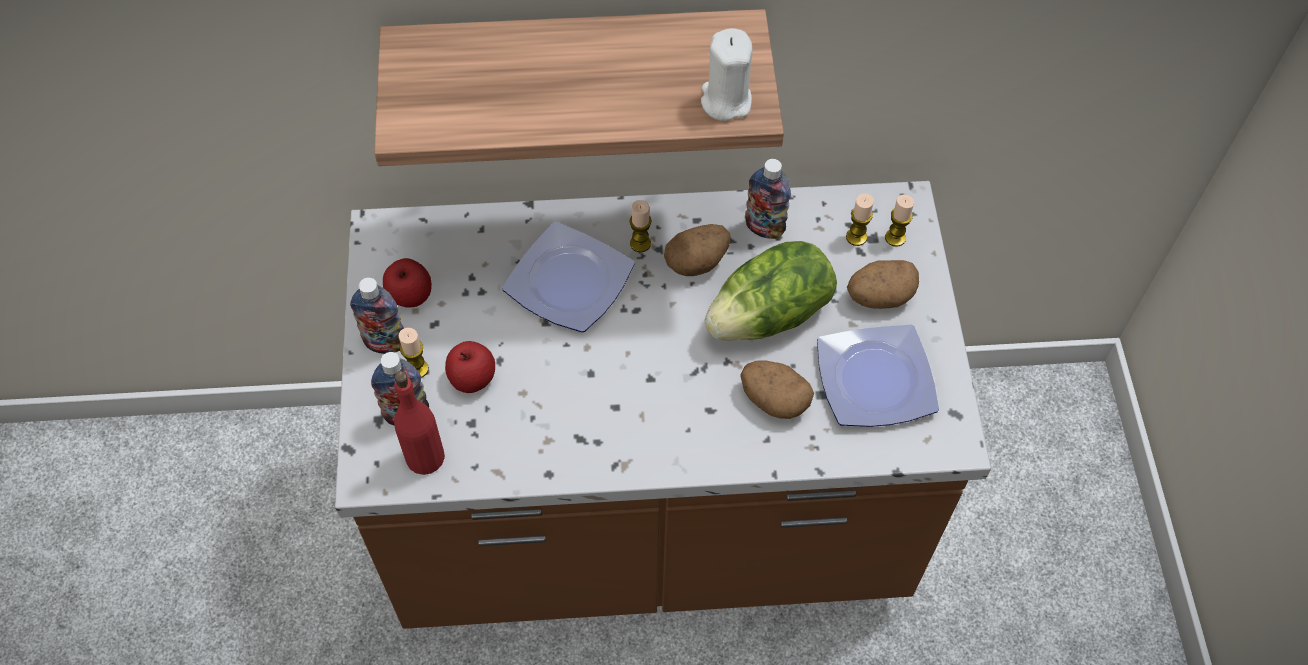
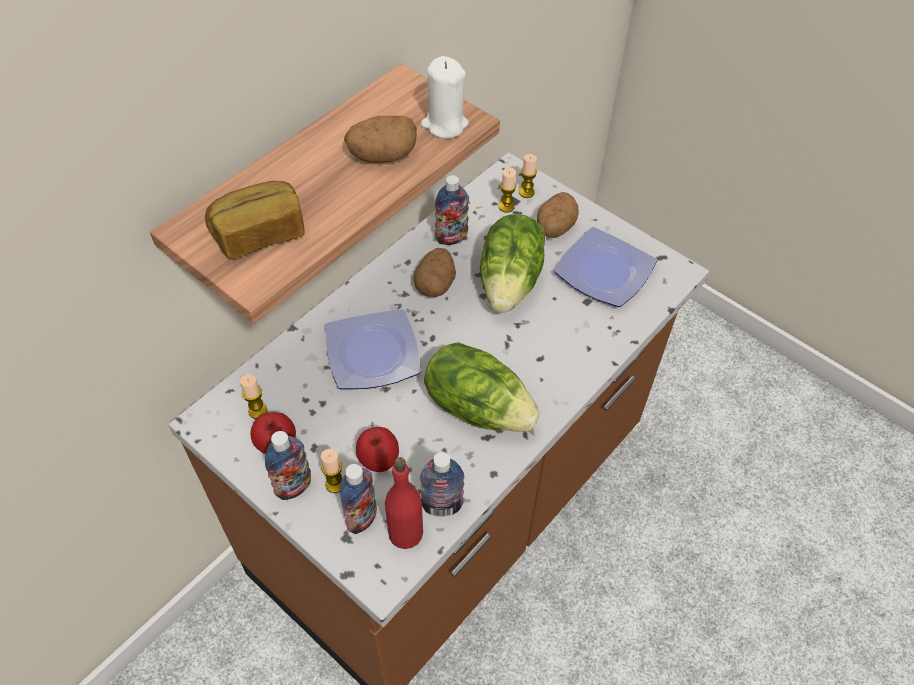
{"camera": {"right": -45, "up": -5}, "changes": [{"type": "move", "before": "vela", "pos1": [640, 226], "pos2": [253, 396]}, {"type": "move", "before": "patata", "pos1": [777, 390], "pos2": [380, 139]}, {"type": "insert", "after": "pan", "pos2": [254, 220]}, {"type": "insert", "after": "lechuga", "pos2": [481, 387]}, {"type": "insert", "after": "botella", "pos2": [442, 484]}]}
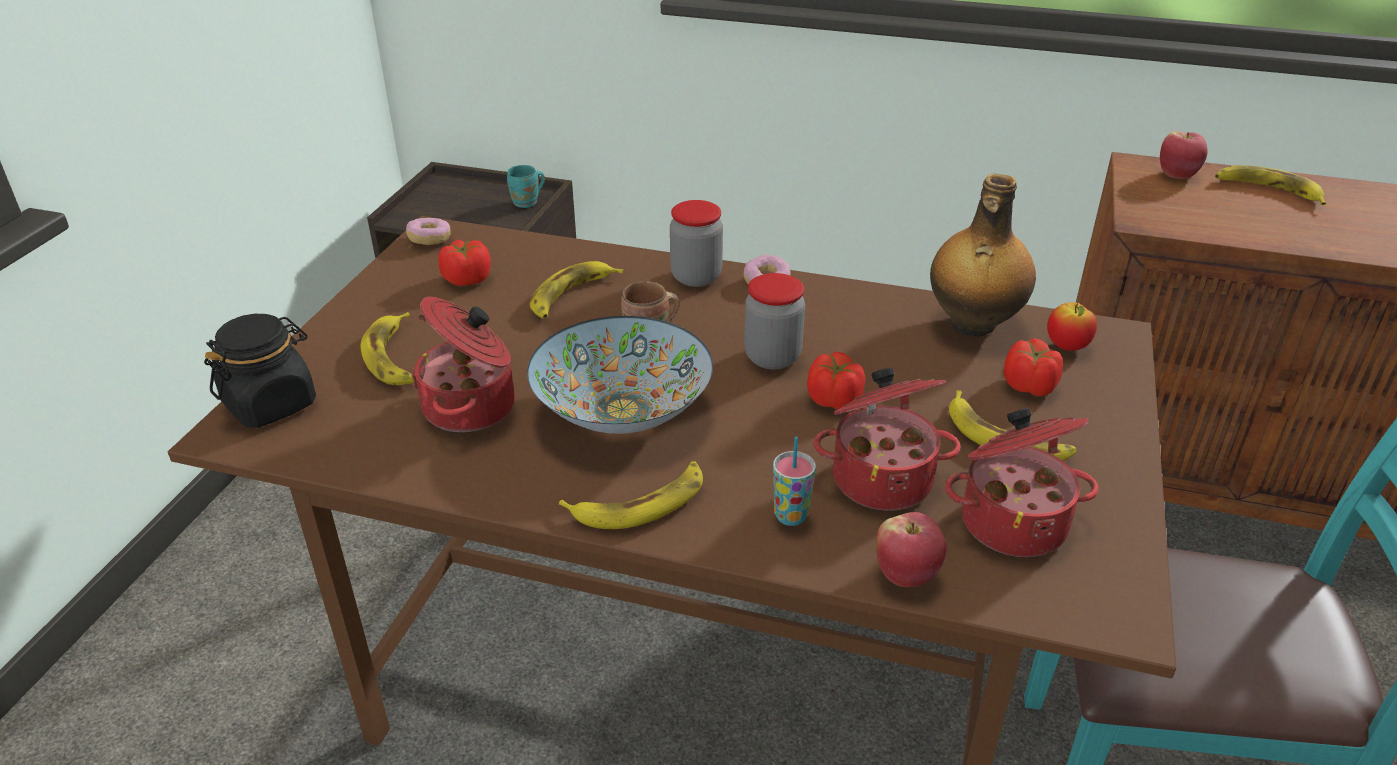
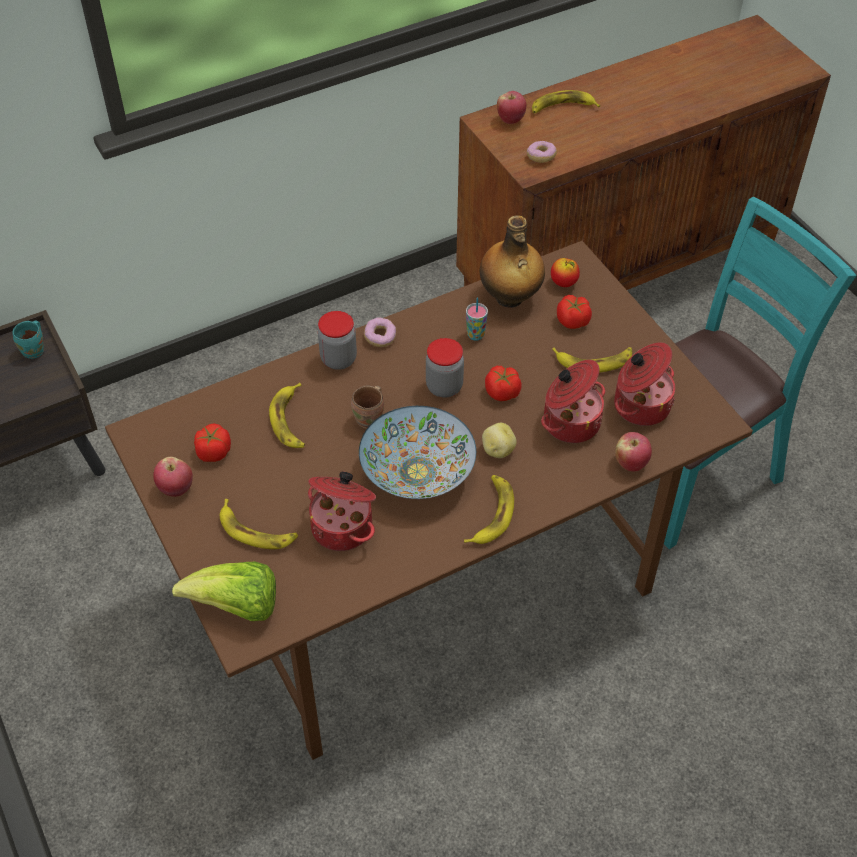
{"camera": {"right": -45, "up": 15}, "changes": [{"type": "move", "before": "rosquilla", "pos1": [428, 231], "pos2": [542, 152]}, {"type": "replace", "before": "tarro/negro", "after": "lechuga", "pos1": [260, 371], "pos2": [224, 591]}, {"type": "move", "before": "taza", "pos1": [794, 481], "pos2": [477, 319]}, {"type": "insert", "after": "patata", "pos2": [499, 440]}, {"type": "insert", "after": "manzana", "pos2": [173, 477]}]}
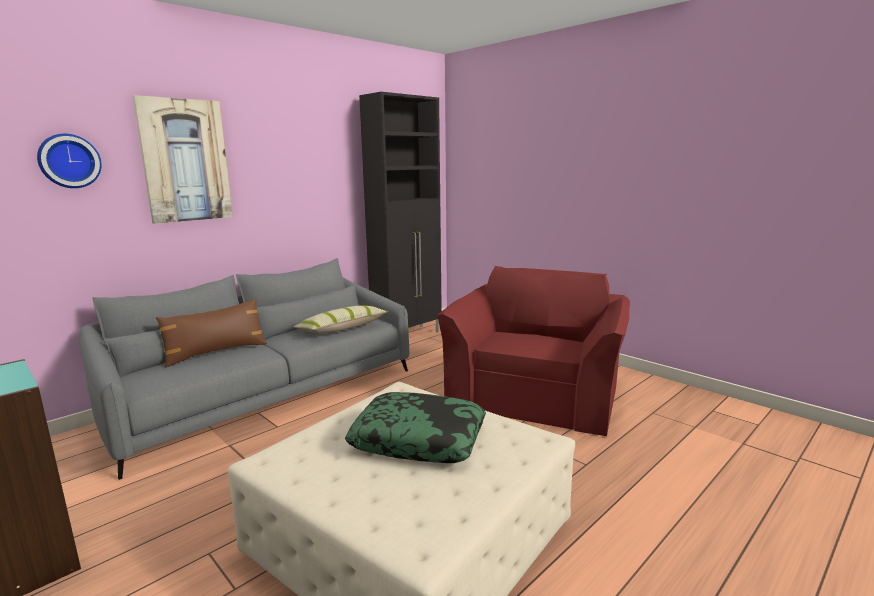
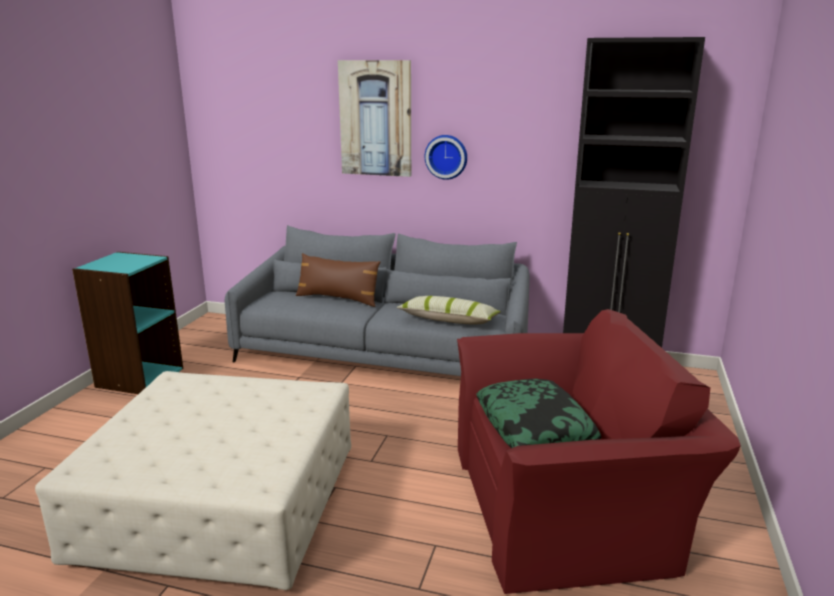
{"camera": {"right": 60, "up": 5}, "changes": [{"type": "move", "before": "reloj de pared", "pos1": [69, 161], "pos2": [446, 157]}, {"type": "move", "before": "cojín", "pos1": [415, 427], "pos2": [539, 413]}]}
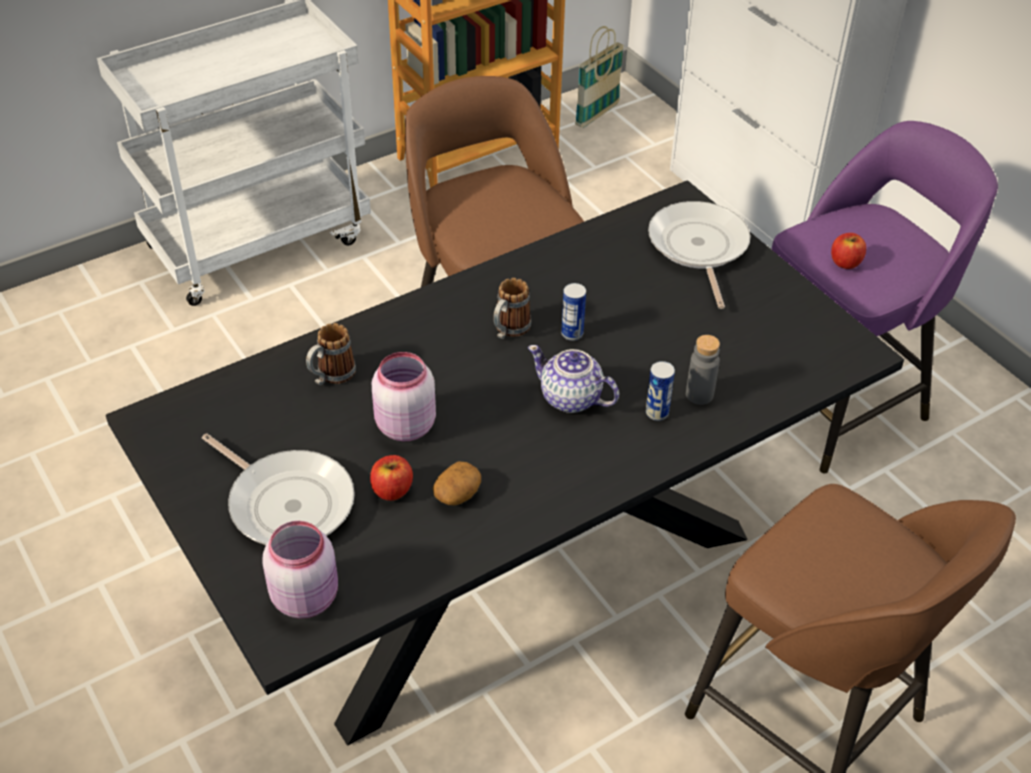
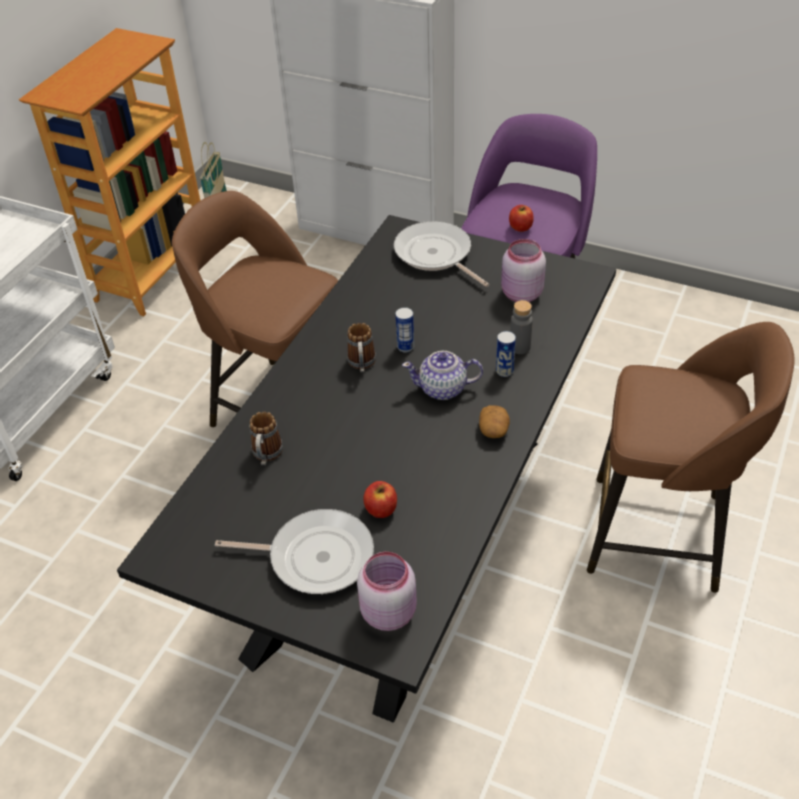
{"camera": {"right": -30, "up": 0}, "changes": [{"type": "move", "before": "tarro/rosa", "pos1": [404, 396], "pos2": [523, 270]}, {"type": "move", "before": "patata", "pos1": [457, 483], "pos2": [494, 421]}]}
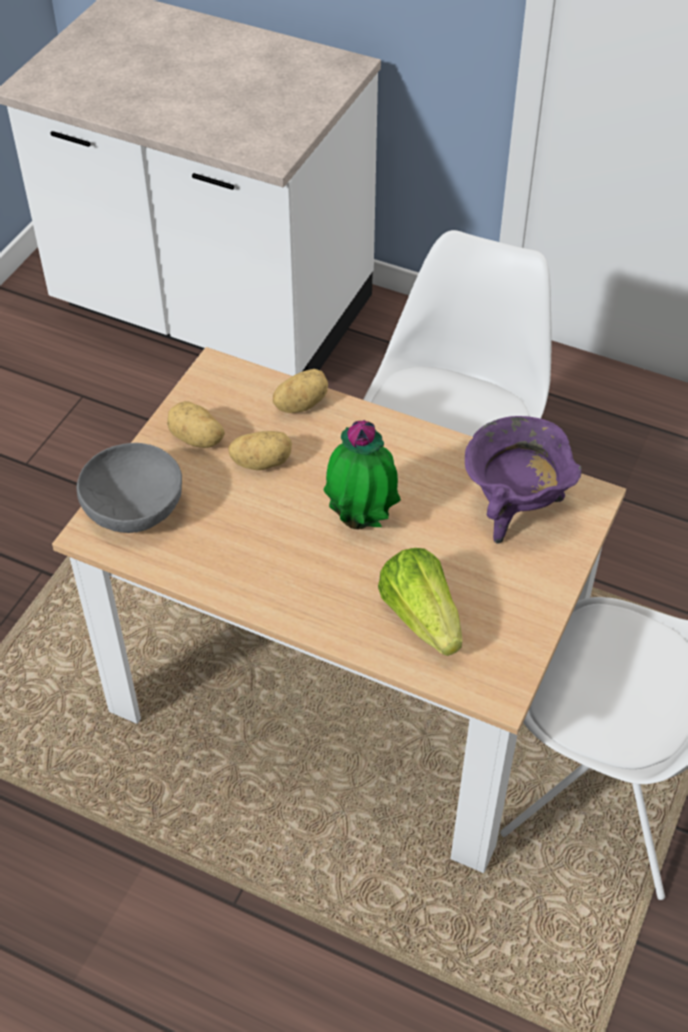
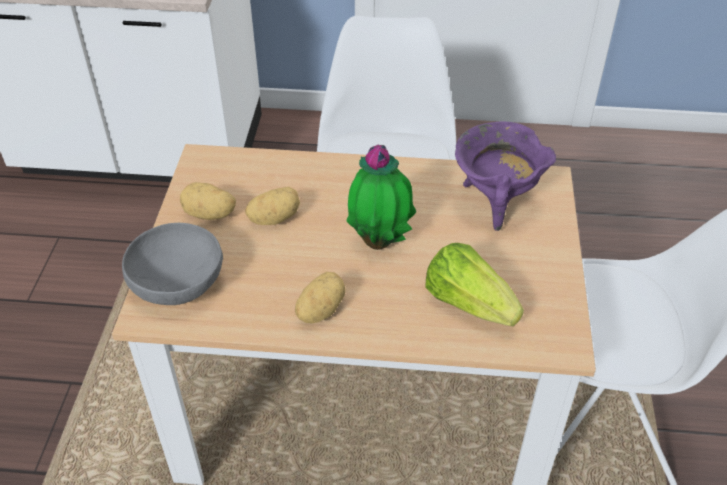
{"camera": {"right": -20, "up": -5}, "changes": [{"type": "move", "before": "patata", "pos1": [300, 391], "pos2": [320, 298]}]}
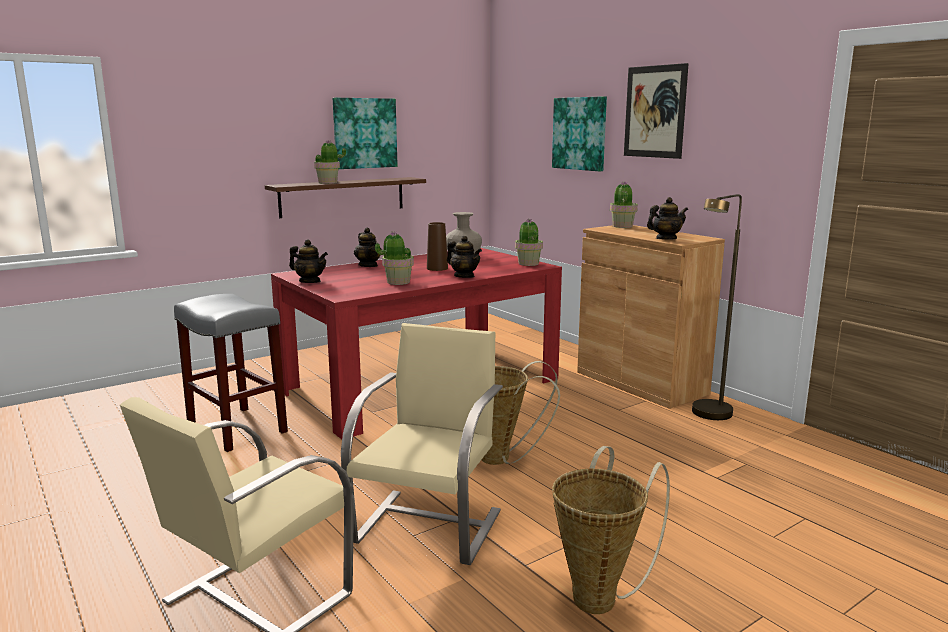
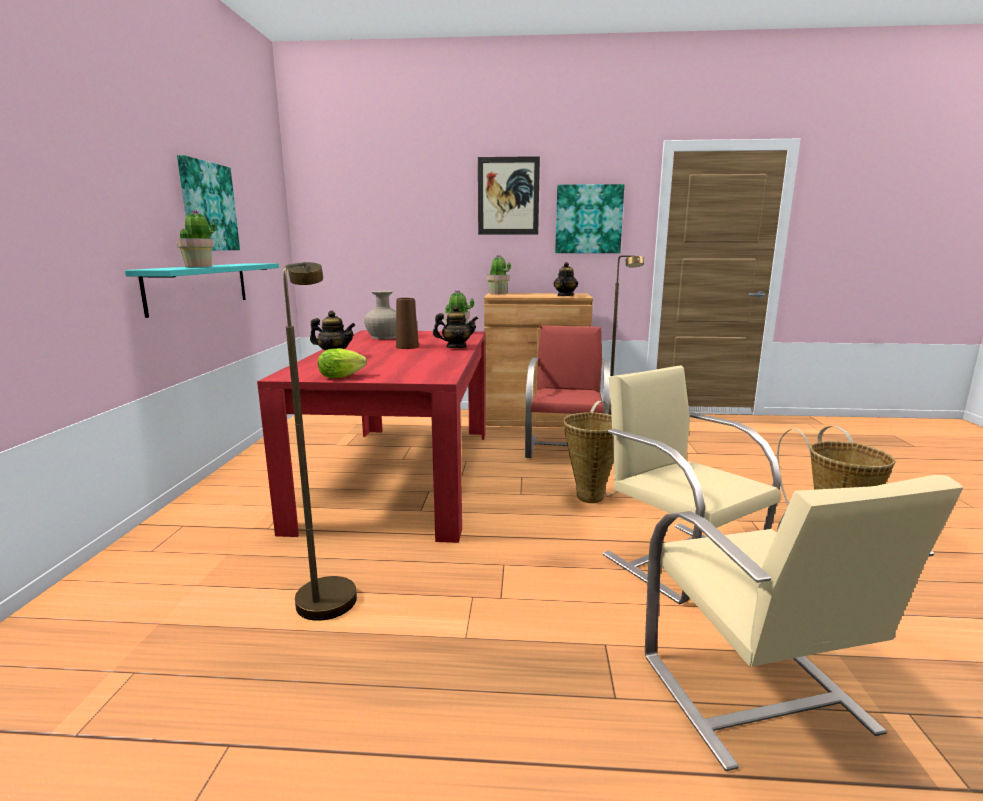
{"camera": {"right": -50, "up": 0}, "changes": [{"type": "move", "before": "cuadro", "pos1": [579, 134], "pos2": [589, 218]}, {"type": "recolor", "before": "estante/marrón", "after": "estante/turquesa", "pos1": [345, 197], "pos2": [202, 290]}, {"type": "delete", "before": "planta en maceta", "pos1": [394, 258]}, {"type": "replace", "before": "tetera", "after": "lechuga", "pos1": [308, 261], "pos2": [342, 363]}, {"type": "replace", "before": "taburete/gris", "after": "lámpara de pie/marrón", "pos1": [231, 373], "pos2": [320, 441]}, {"type": "insert", "after": "silla/rojo", "pos2": [567, 391]}]}
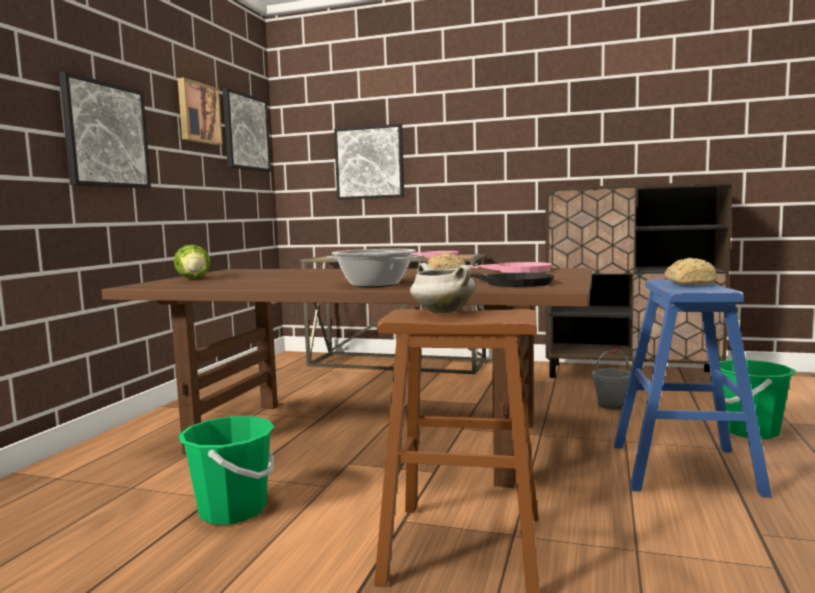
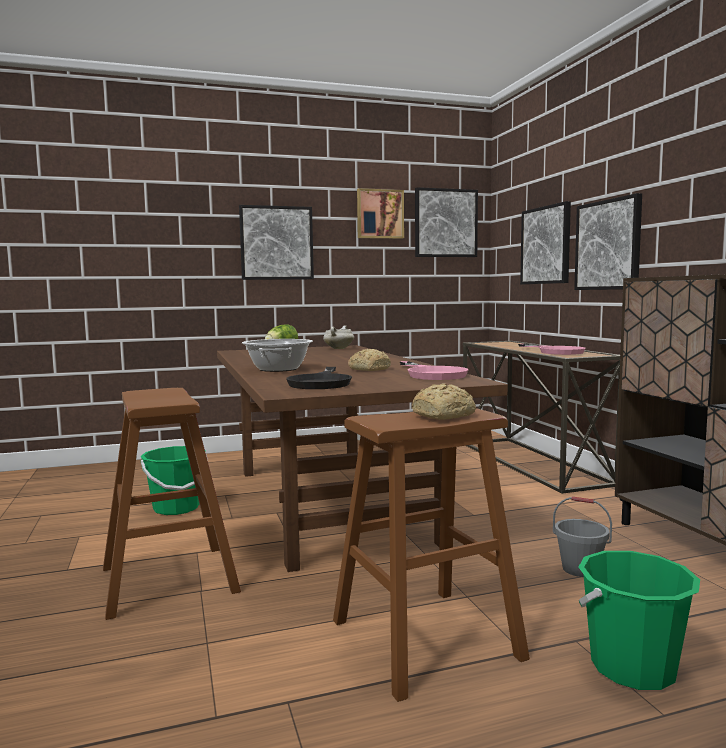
{"camera": {"right": 55, "up": 0}, "changes": [{"type": "move", "before": "olla/blanco", "pos1": [443, 288], "pos2": [338, 337]}, {"type": "recolor", "before": "taburete/azul", "after": "taburete/marrón", "pos1": [692, 388], "pos2": [431, 555]}, {"type": "insert", "after": "cuadro", "pos2": [608, 241]}]}
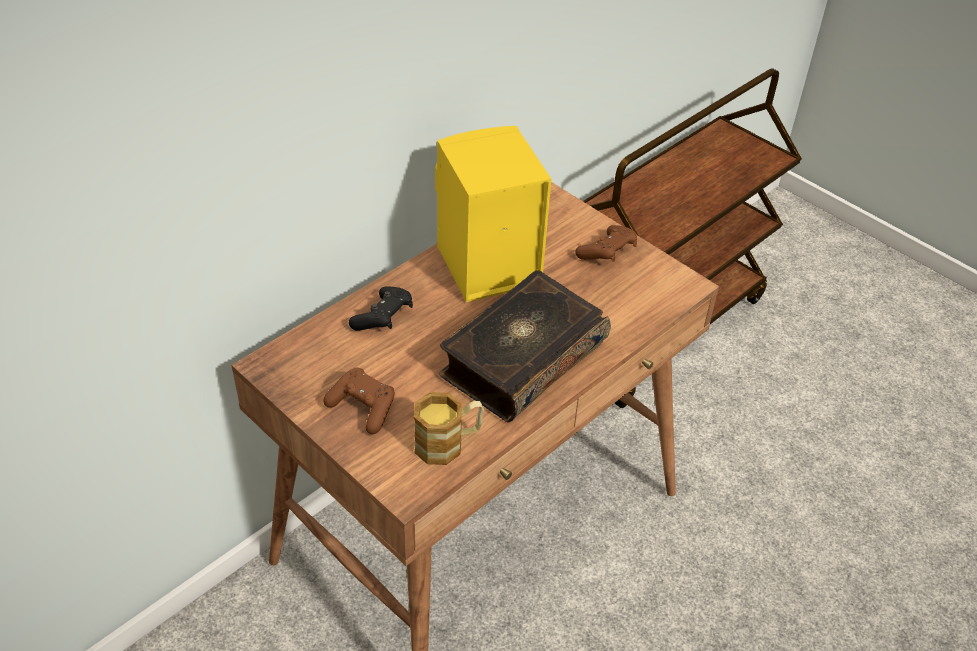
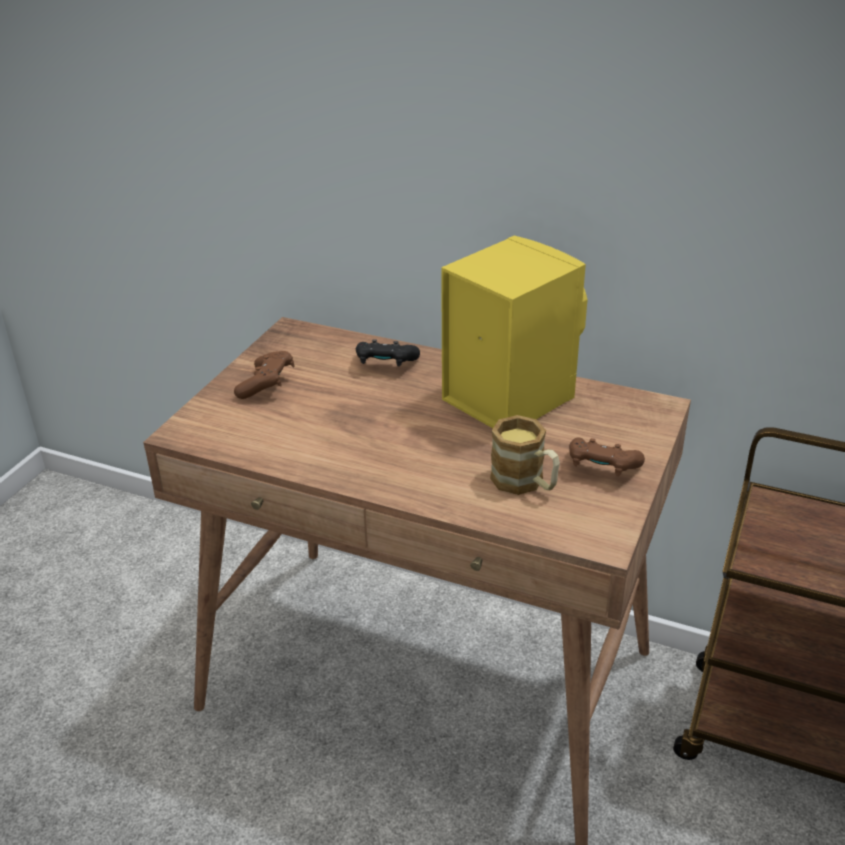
{"camera": {"right": 70, "up": -10}, "changes": [{"type": "delete", "before": "libro", "pos1": [525, 346]}, {"type": "move", "before": "taza grande", "pos1": [449, 428], "pos2": [525, 455]}]}
